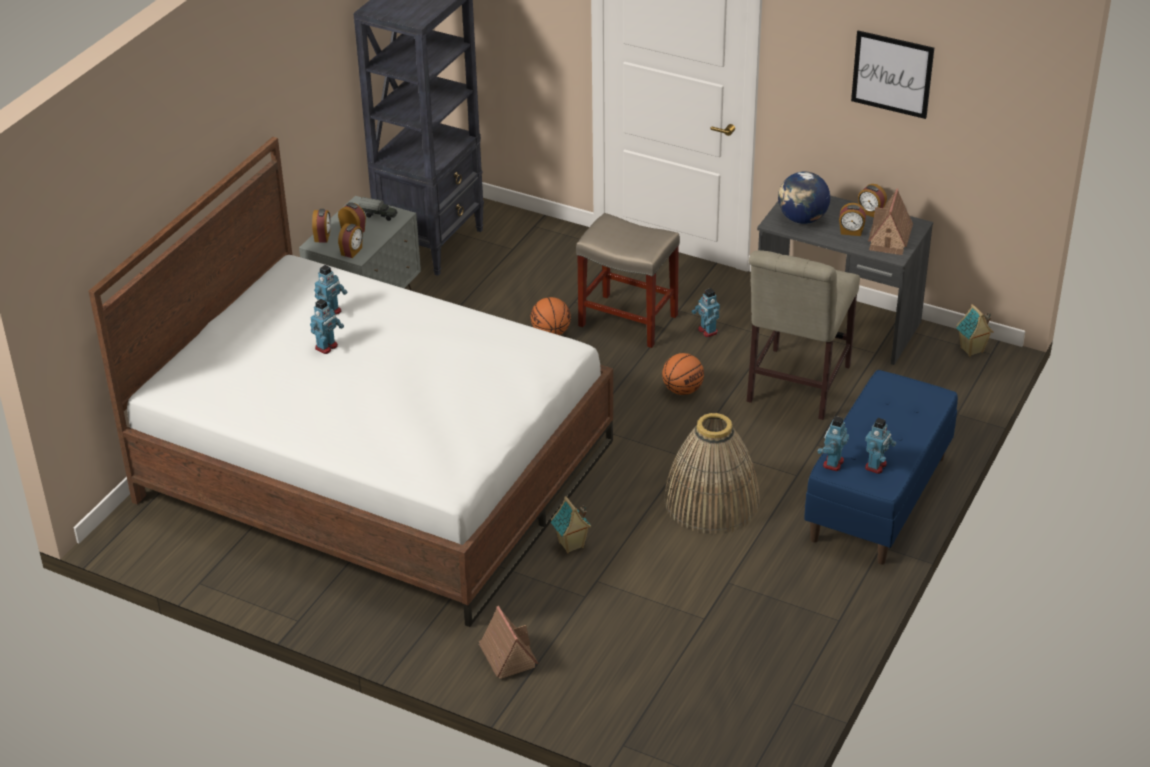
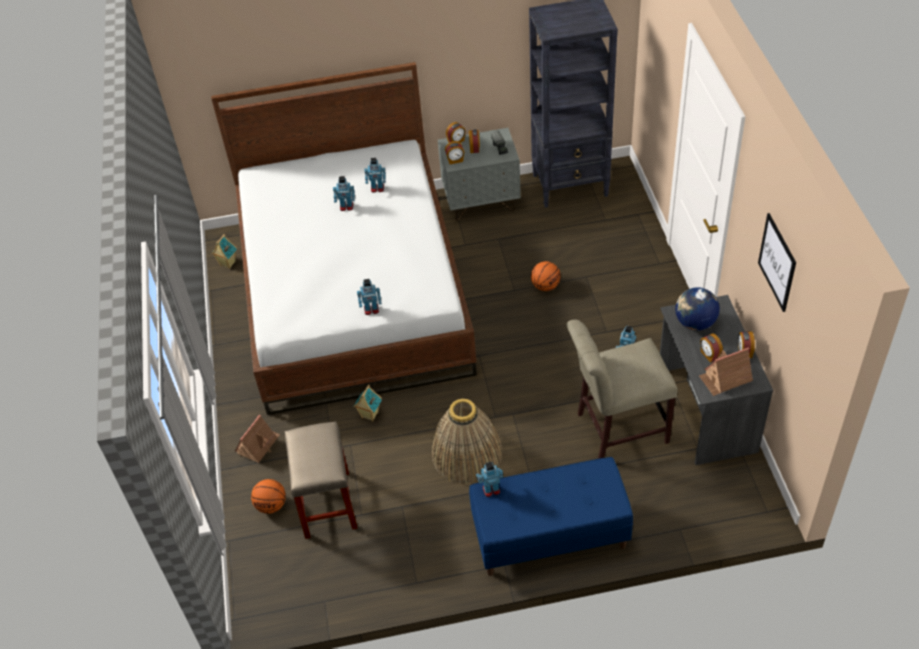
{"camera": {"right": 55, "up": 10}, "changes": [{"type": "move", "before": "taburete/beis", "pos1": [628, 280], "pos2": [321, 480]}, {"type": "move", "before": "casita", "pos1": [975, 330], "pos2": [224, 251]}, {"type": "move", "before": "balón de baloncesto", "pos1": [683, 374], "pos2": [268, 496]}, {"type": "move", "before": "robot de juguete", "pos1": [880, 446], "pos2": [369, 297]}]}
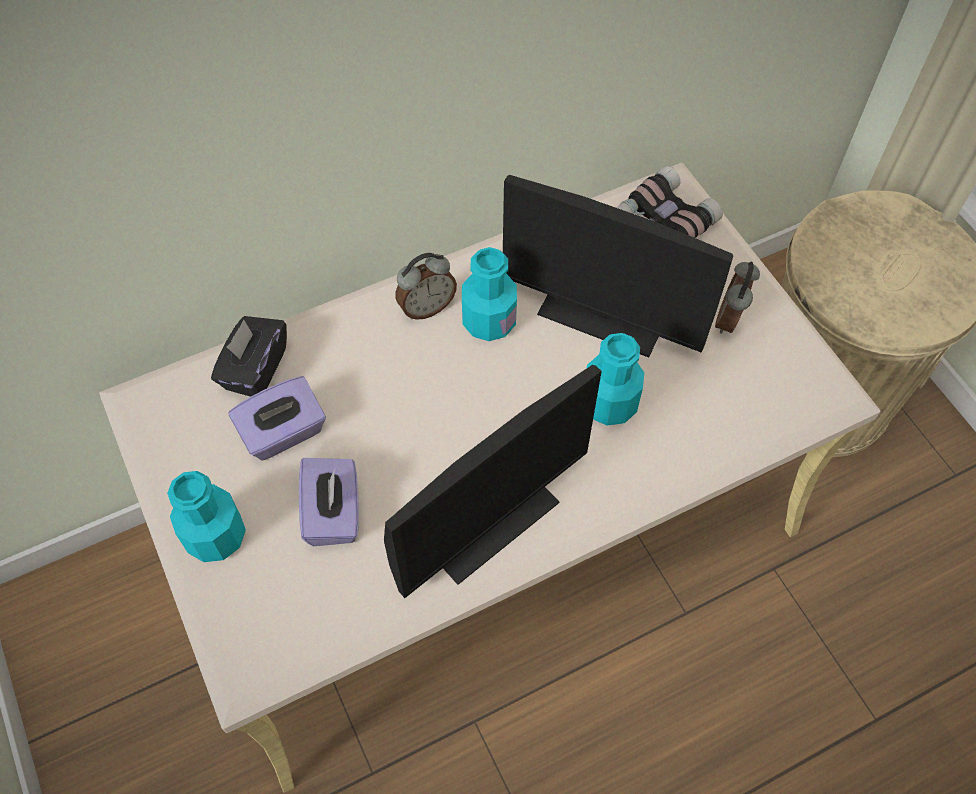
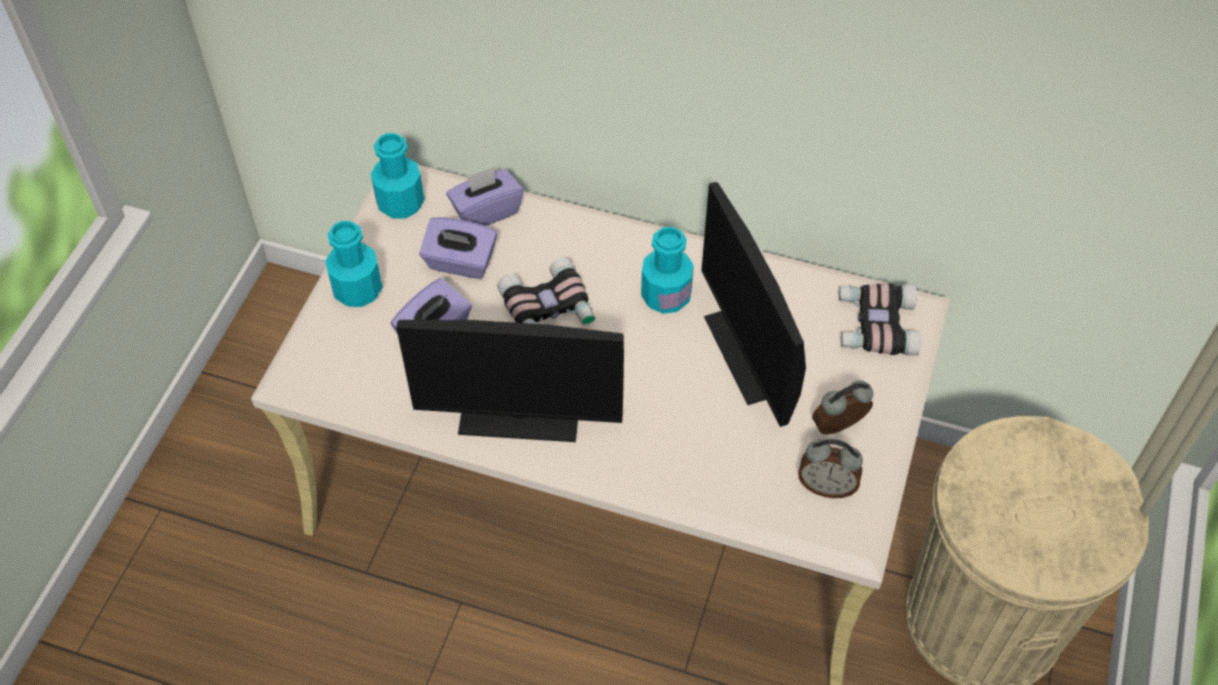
{"camera": {"right": 45, "up": -5}, "changes": [{"type": "move", "before": "despertador", "pos1": [426, 286], "pos2": [830, 468]}, {"type": "recolor", "before": "caja de pañuelos/negro", "after": "caja de pañuelos/morado", "pos1": [249, 356], "pos2": [484, 196]}, {"type": "move", "before": "botella/turquesa", "pos1": [615, 379], "pos2": [398, 176]}, {"type": "insert", "after": "prismáticos", "pos2": [546, 291]}]}
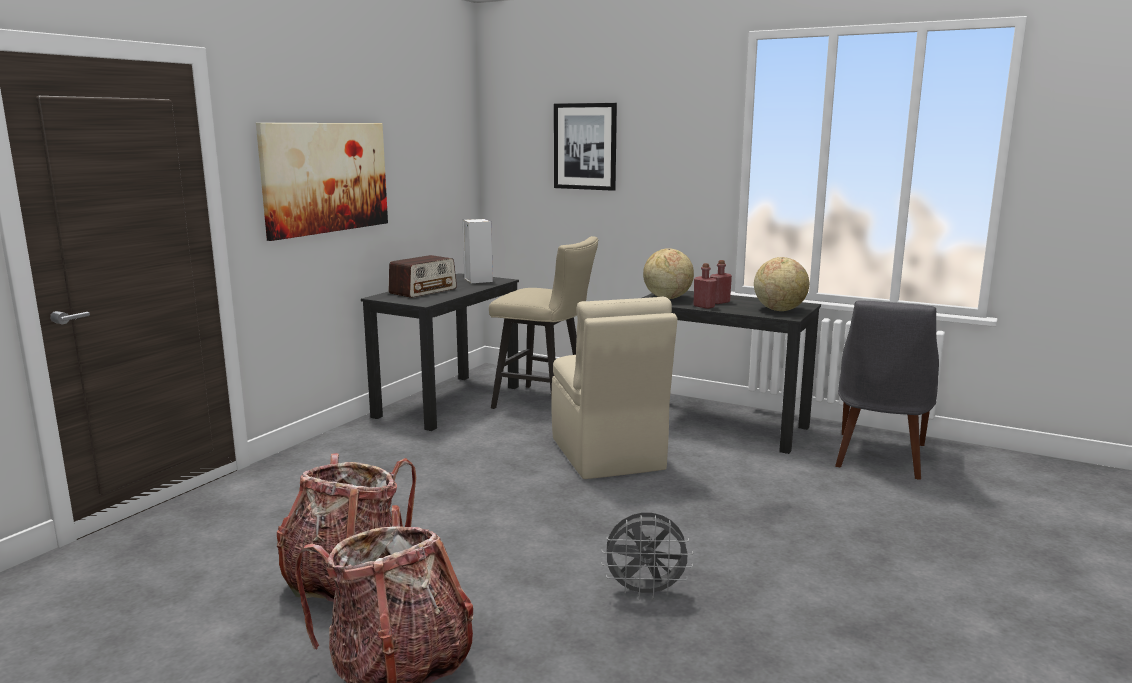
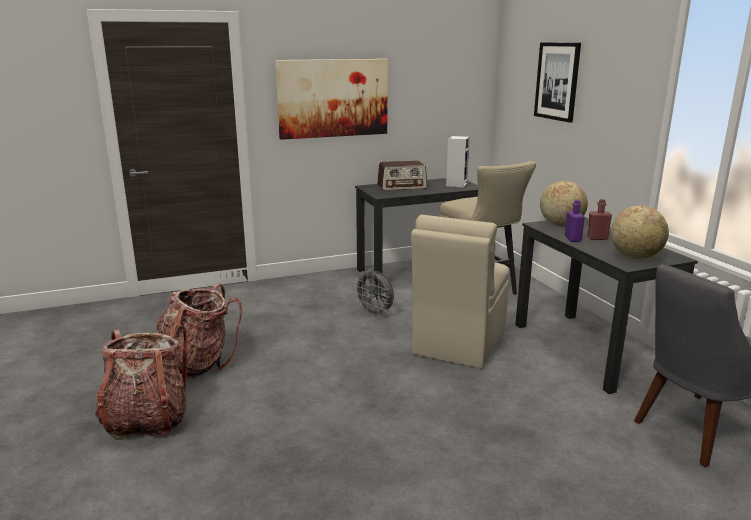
{"camera": {"right": 40, "up": 5}, "changes": [{"type": "recolor", "before": "botella/rojo", "after": "botella/morado", "pos1": [705, 286], "pos2": [575, 221]}, {"type": "move", "before": "ventilador/gris", "pos1": [647, 556], "pos2": [374, 293]}]}
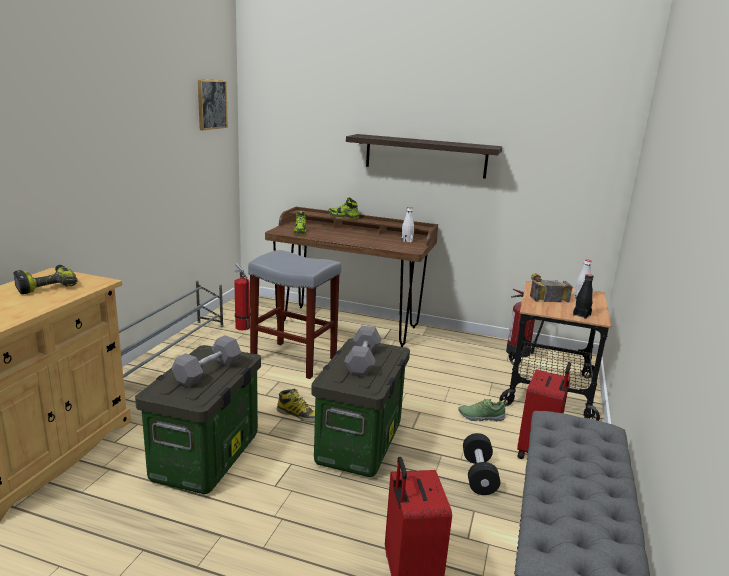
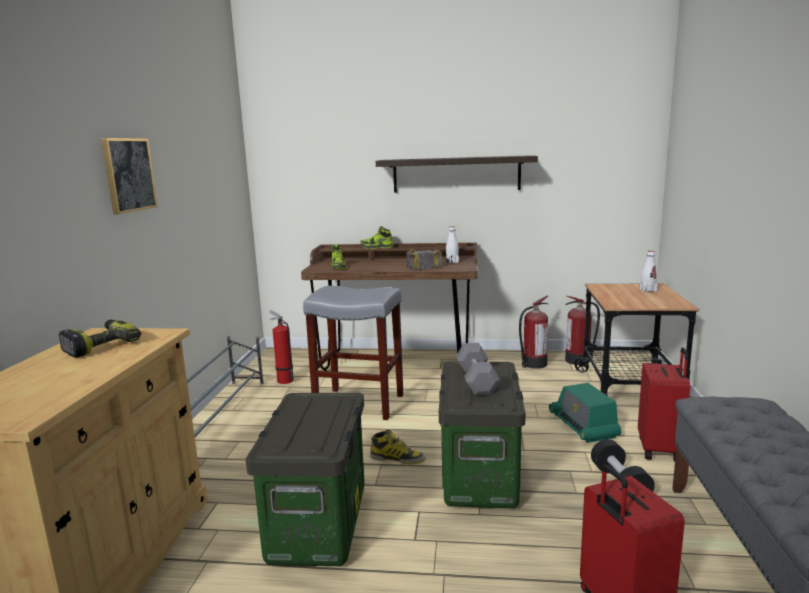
{"camera": {"right": -10, "up": -5}, "changes": [{"type": "move", "before": "cuadro", "pos1": [213, 104], "pos2": [129, 176]}, {"type": "move", "before": "martillo", "pos1": [551, 287], "pos2": [424, 259]}, {"type": "delete", "before": "botella/negro", "pos1": [583, 296]}, {"type": "delete", "before": "mancuerna/gris", "pos1": [206, 361]}, {"type": "replace", "before": "zapato", "after": "radio", "pos1": [482, 410], "pos2": [585, 413]}, {"type": "insert", "after": "extintor", "pos2": [533, 332]}]}
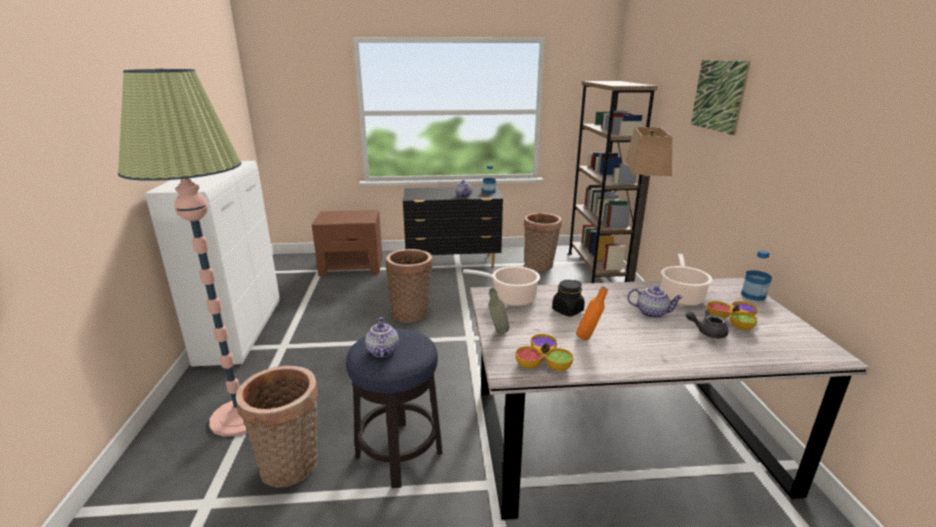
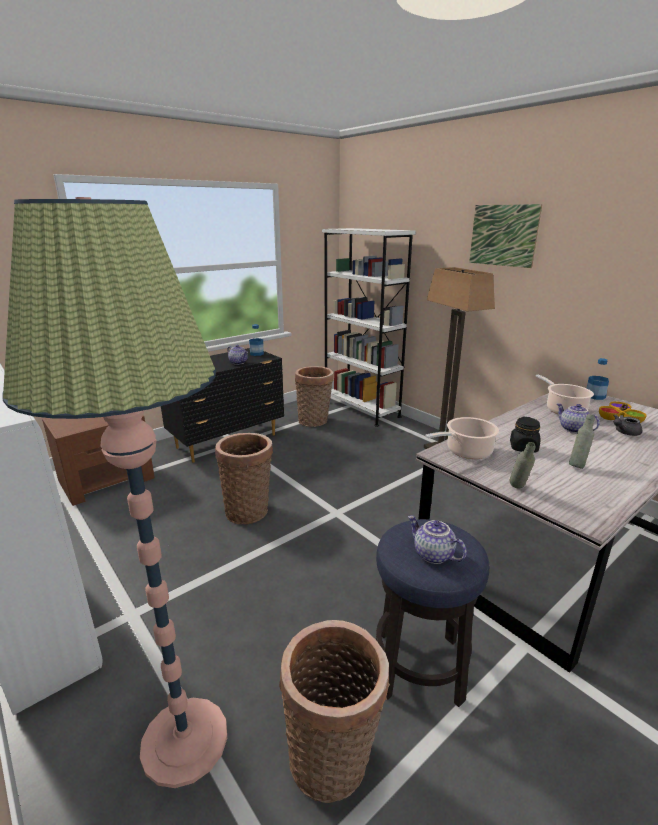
{"camera": {"right": -35, "up": 0}, "changes": [{"type": "recolor", "before": "estantería/marrón", "after": "estantería/blanco", "pos1": [613, 182], "pos2": [369, 327]}, {"type": "rotate", "before": "tetera", "pos1": [655, 302], "pos2": [578, 418], "turn": -105}, {"type": "recolor", "before": "botella/naranja", "after": "botella/gris", "pos1": [592, 313], "pos2": [582, 441]}, {"type": "delete", "before": "cuenco", "pos1": [544, 352]}]}
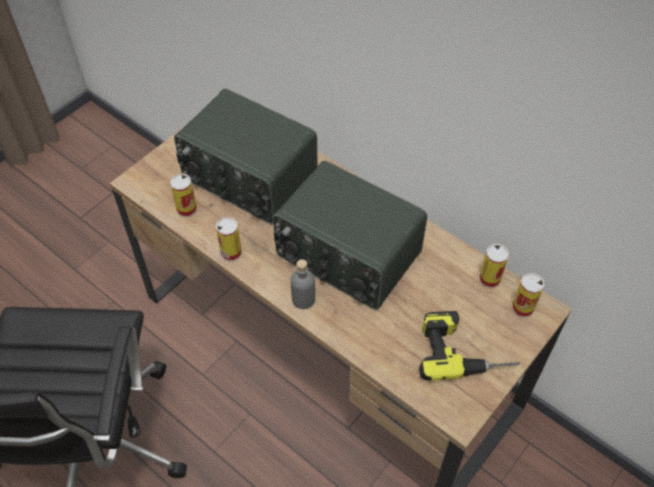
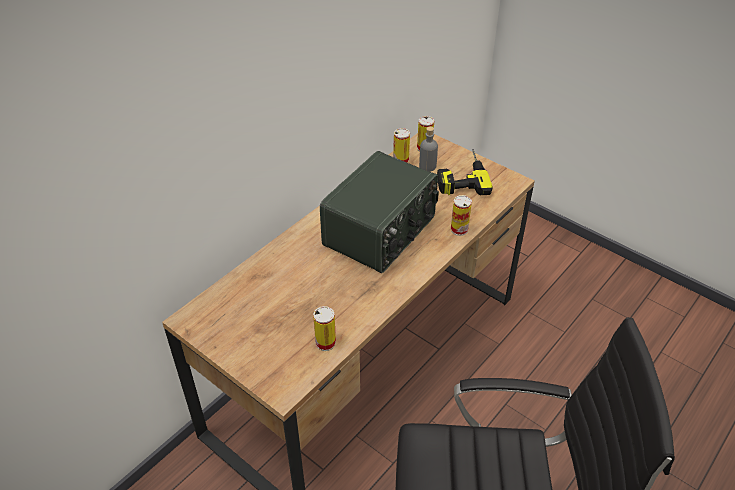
{"camera": {"right": -90, "up": -10}, "changes": [{"type": "delete", "before": "radio", "pos1": [246, 156]}, {"type": "move", "before": "lata", "pos1": [229, 239], "pos2": [461, 215]}, {"type": "move", "before": "botella/gris", "pos1": [302, 284], "pos2": [428, 149]}]}
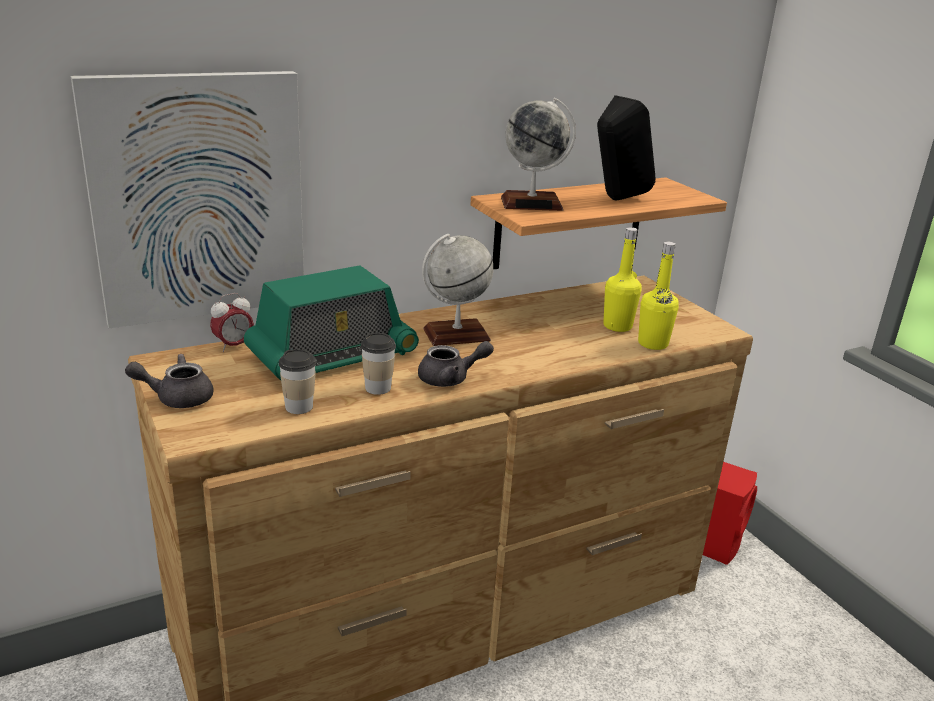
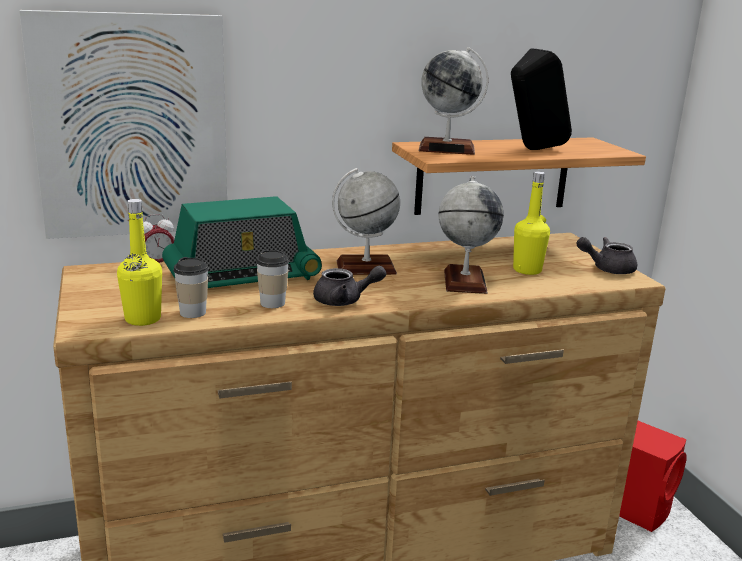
{"camera": {"right": 10, "up": -5}, "changes": [{"type": "move", "before": "botella/amarillo", "pos1": [658, 296], "pos2": [139, 262]}, {"type": "move", "before": "tetera/gris", "pos1": [169, 381], "pos2": [607, 255]}, {"type": "insert", "after": "globo terráqueo", "pos2": [471, 235]}]}
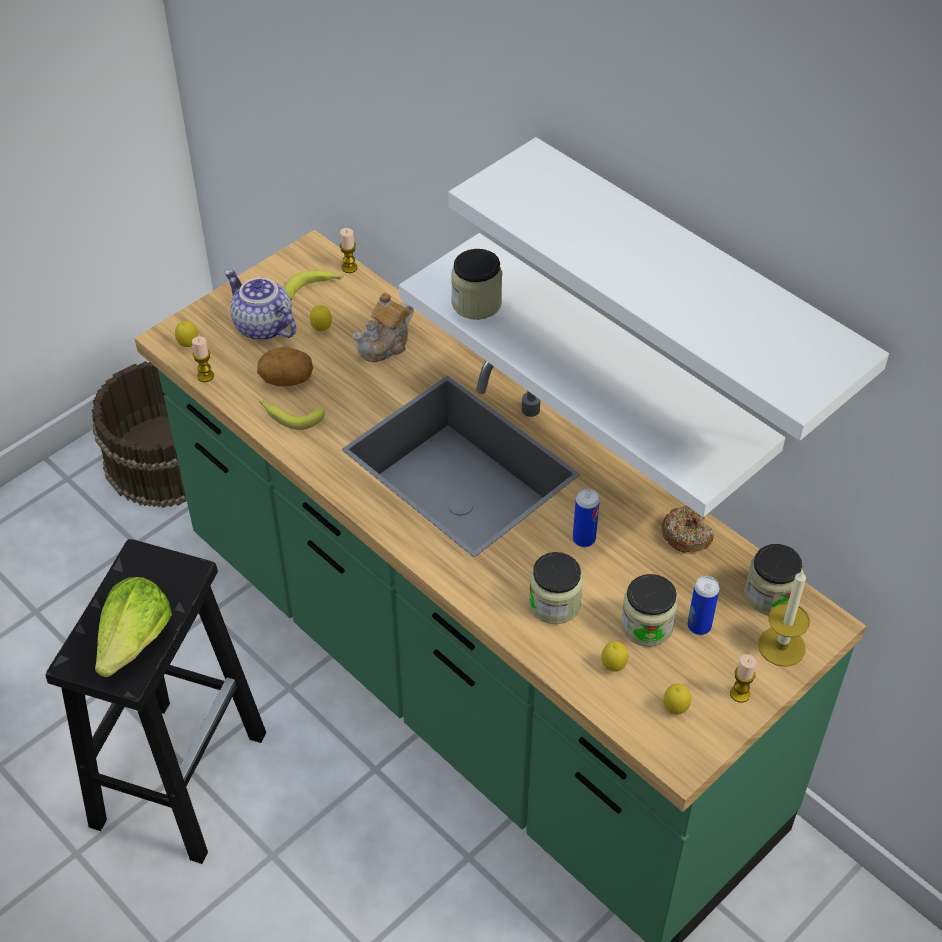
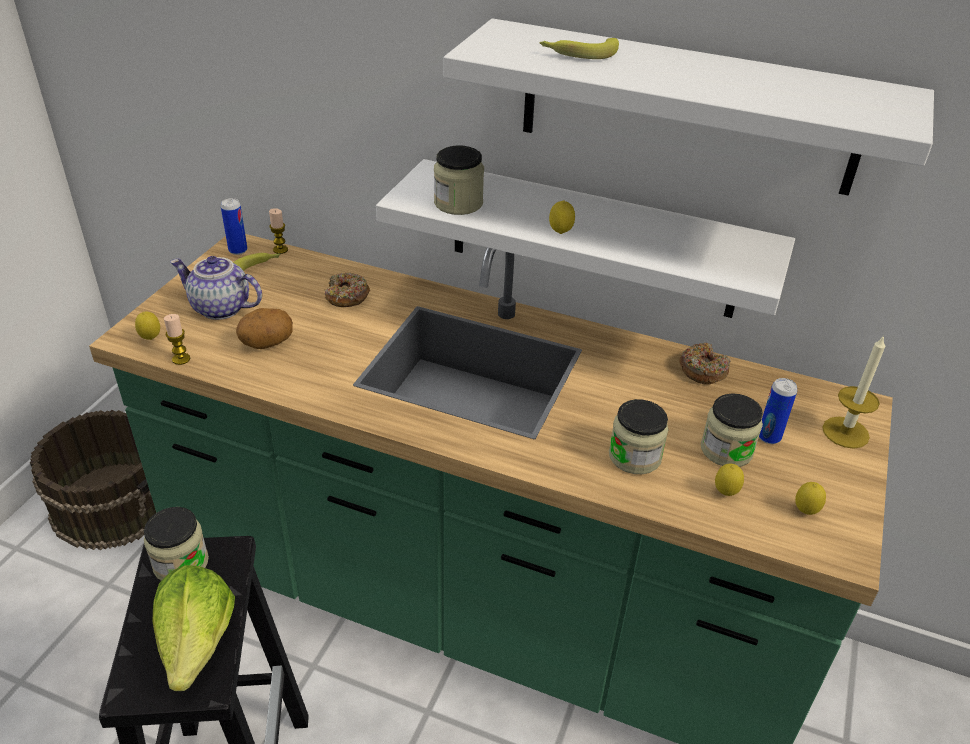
{"camera": {"right": -25, "up": -10}, "changes": [{"type": "replace", "before": "tetera", "after": "rosquilla", "pos1": [383, 327], "pos2": [347, 290]}, {"type": "move", "before": "limón", "pos1": [321, 318], "pos2": [562, 217]}, {"type": "move", "before": "plátano", "pos1": [292, 415], "pos2": [579, 48]}, {"type": "move", "before": "lata", "pos1": [586, 518], "pos2": [234, 226]}, {"type": "move", "before": "tarro", "pos1": [773, 579], "pos2": [176, 544]}, {"type": "delete", "before": "vela", "pos1": [743, 678]}]}
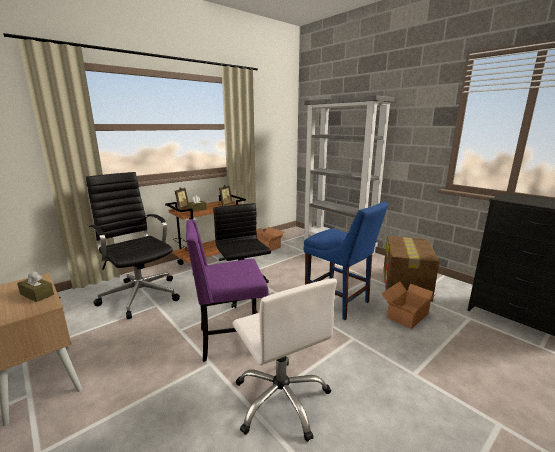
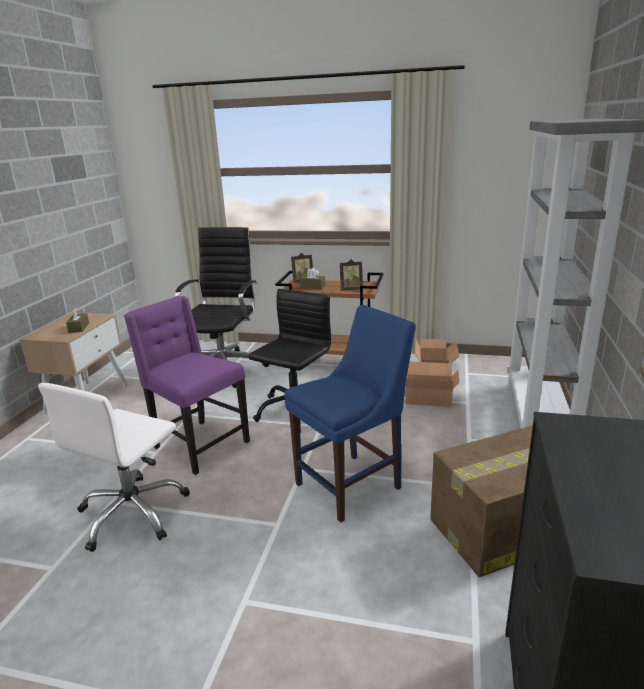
{"camera": {"right": 55, "up": 5}, "changes": [{"type": "rotate", "before": "silla/azul", "pos1": [345, 261], "pos2": [350, 414], "turn": -135}, {"type": "move", "before": "caja de cartón", "pos1": [409, 305], "pos2": [432, 384]}]}
